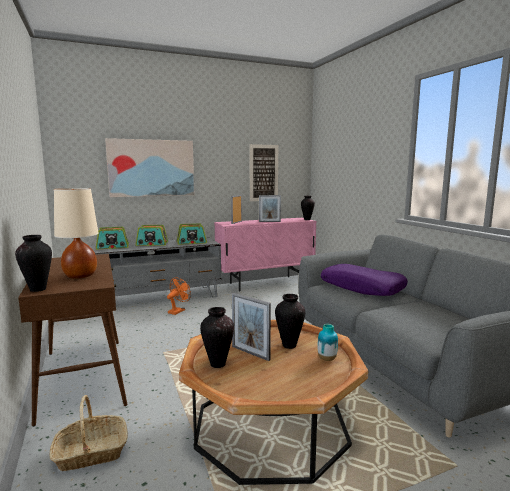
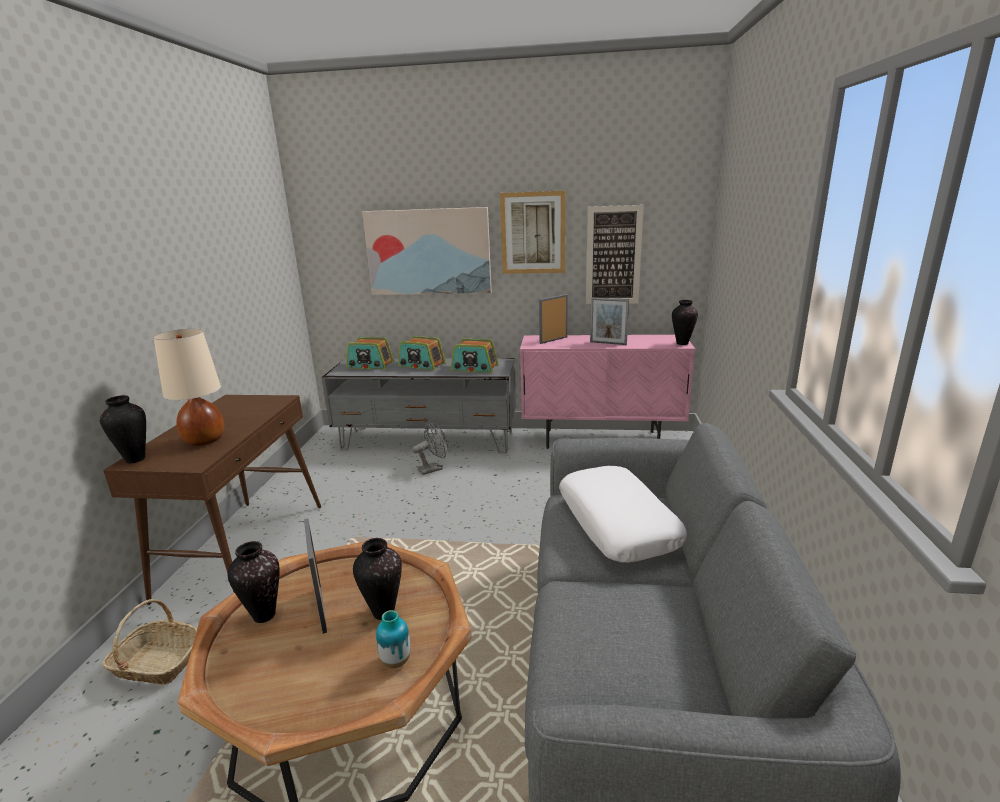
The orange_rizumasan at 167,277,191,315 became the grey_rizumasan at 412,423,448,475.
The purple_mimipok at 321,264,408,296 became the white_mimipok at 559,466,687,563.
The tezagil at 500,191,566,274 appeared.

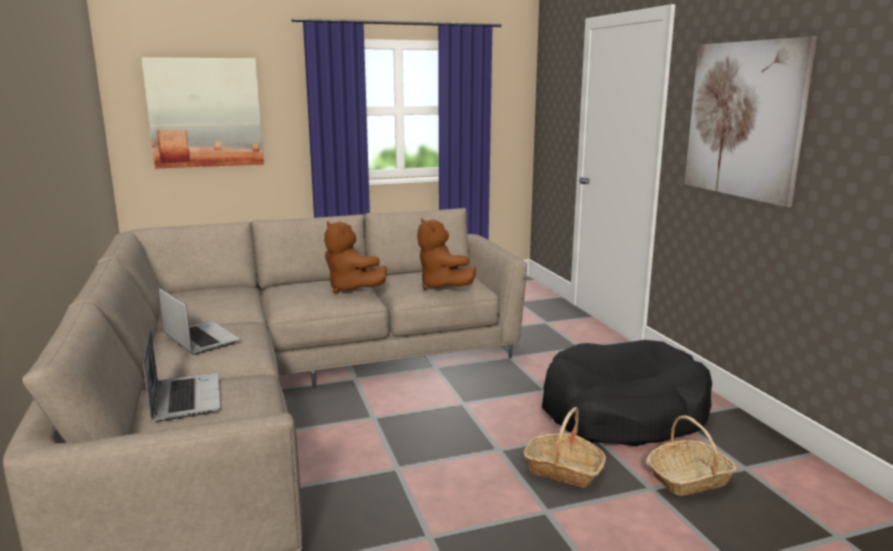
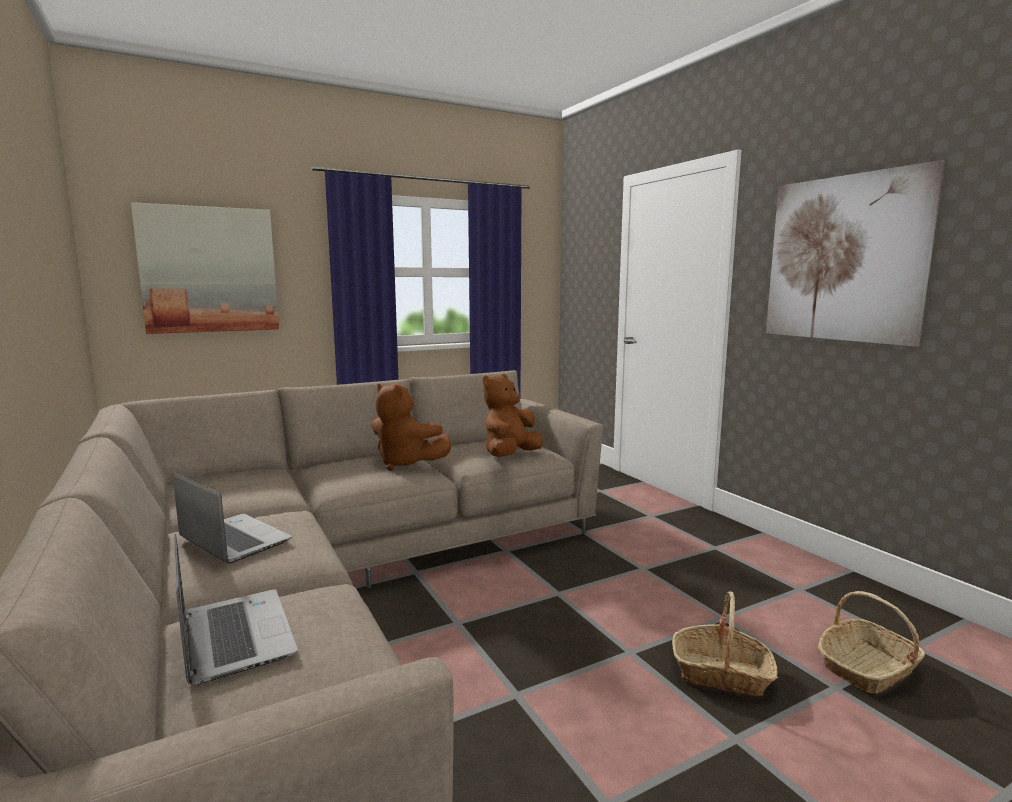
The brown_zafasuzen at 417,218,476,290 turned 75 degrees clockwise.
The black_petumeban at 542,340,712,446 disappeared.

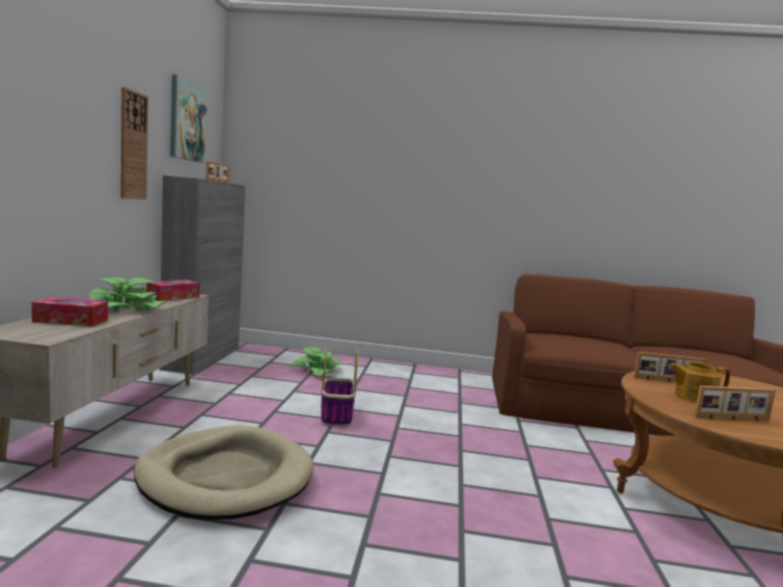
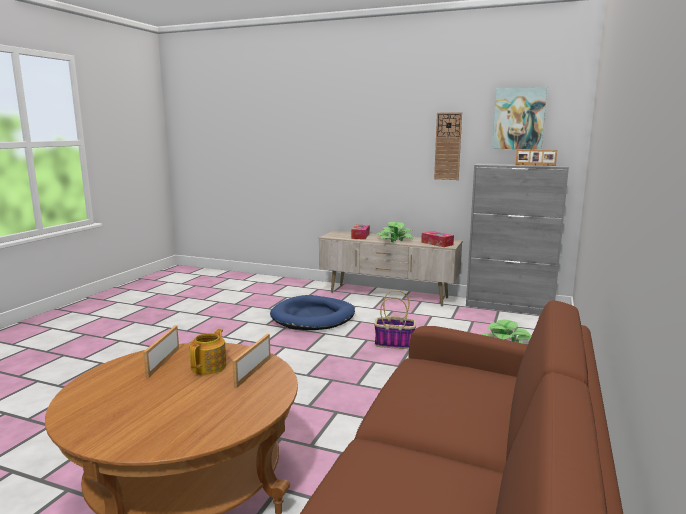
The beige_petumeban at 134,425,314,520 became the blue_petumeban at 270,295,355,330.

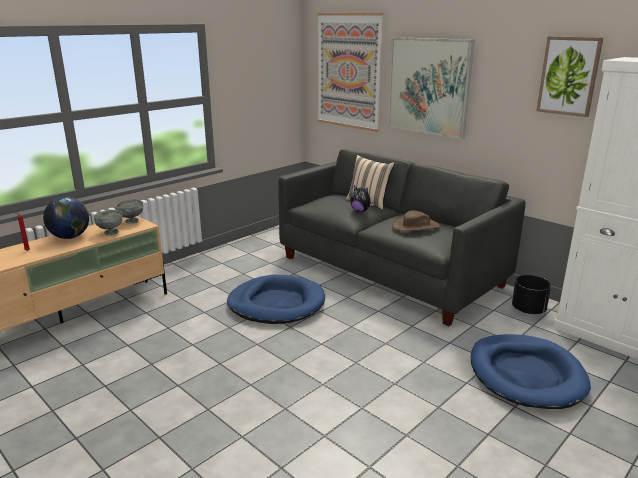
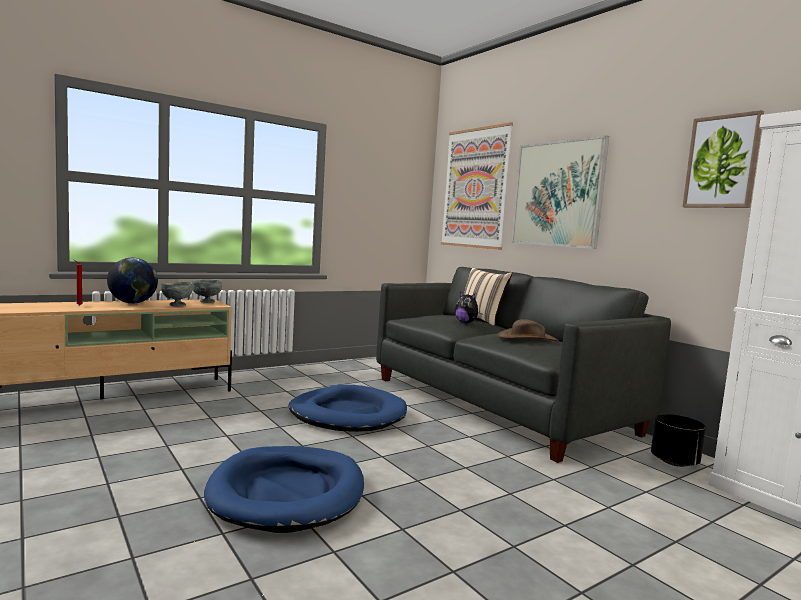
The blue_petumeban moved from 471,334,591,409 to 204,446,364,533.

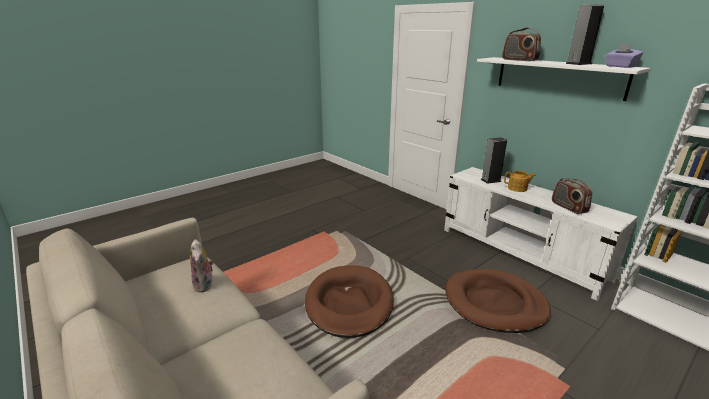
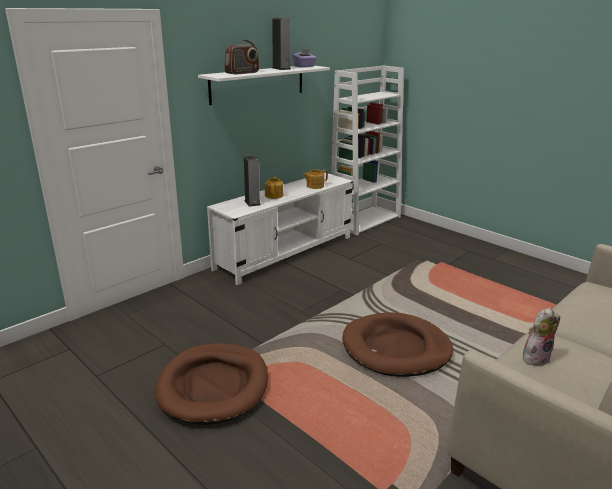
The brown_petumeban moved from 445,269,551,333 to 155,343,268,425.
The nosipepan at 552,178,592,214 was replaced by the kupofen at 302,169,328,189.

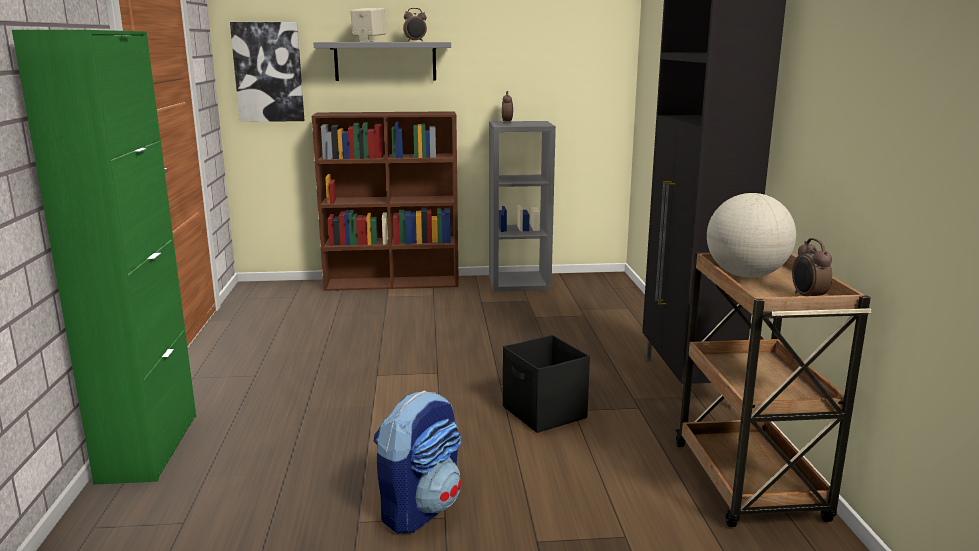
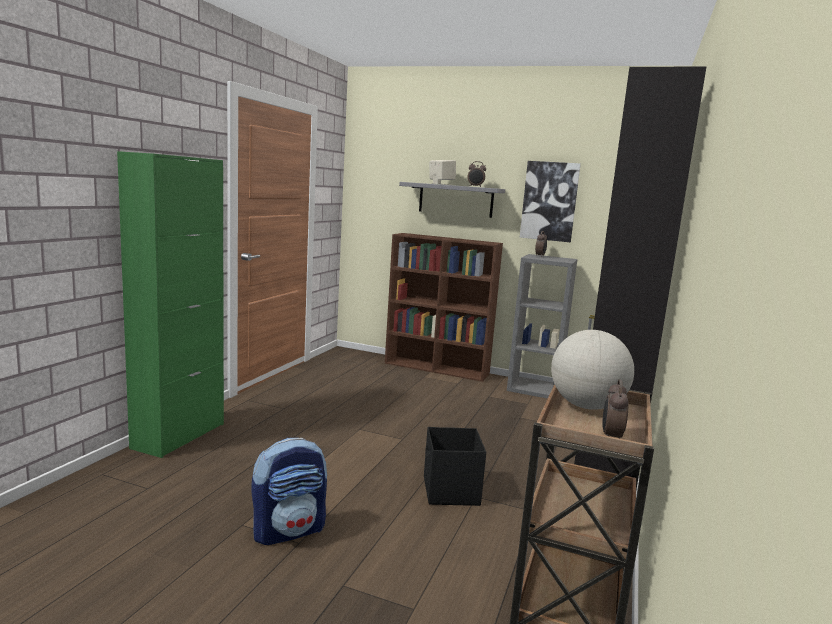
The tezagil moved from 230,22,304,122 to 520,161,581,242.

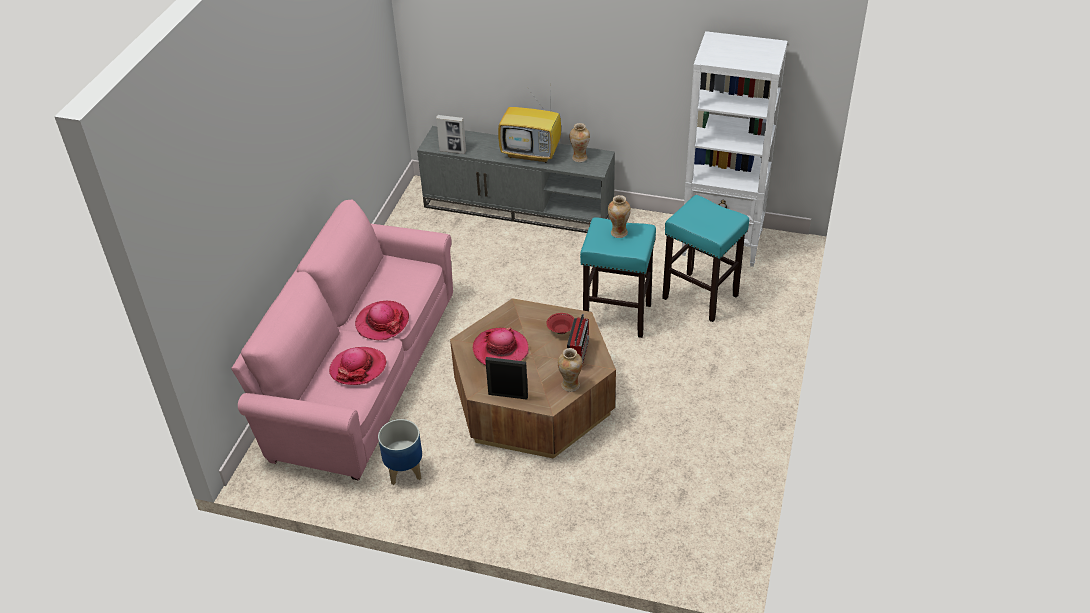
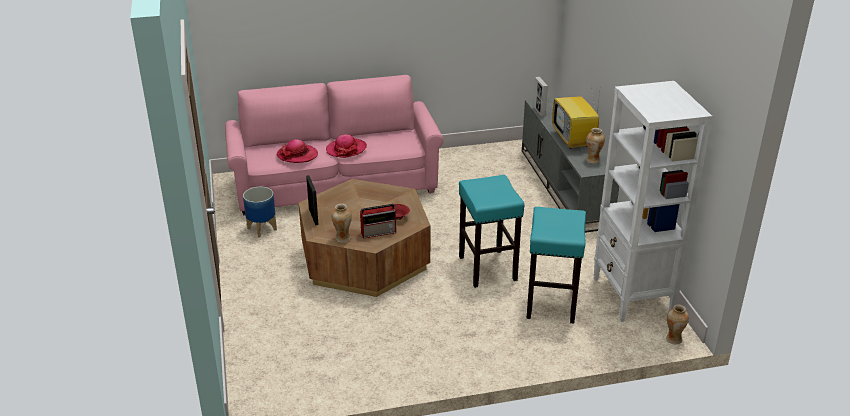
The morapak at 473,327,529,366 disappeared.
The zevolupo moved from 608,195,631,238 to 666,305,689,345.

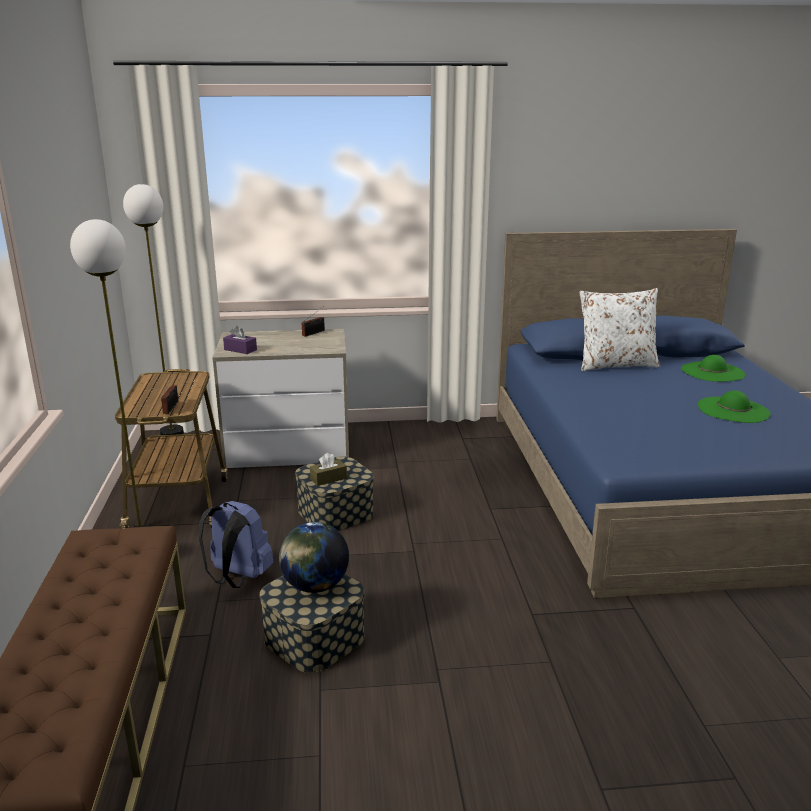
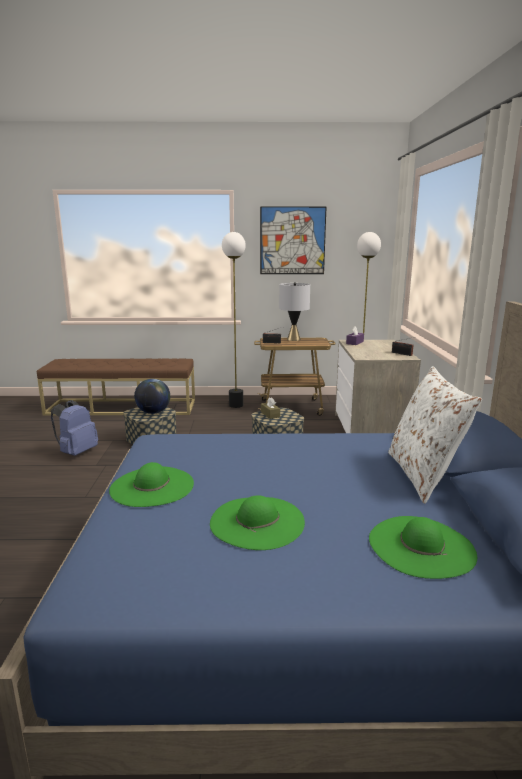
The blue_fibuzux moved from 199,501,274,588 to 51,400,98,456.
The green_morapak at 109,462,194,507 appeared.
The tezagil at 260,206,327,274 appeared.
The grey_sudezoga at 279,282,310,341 appeared.

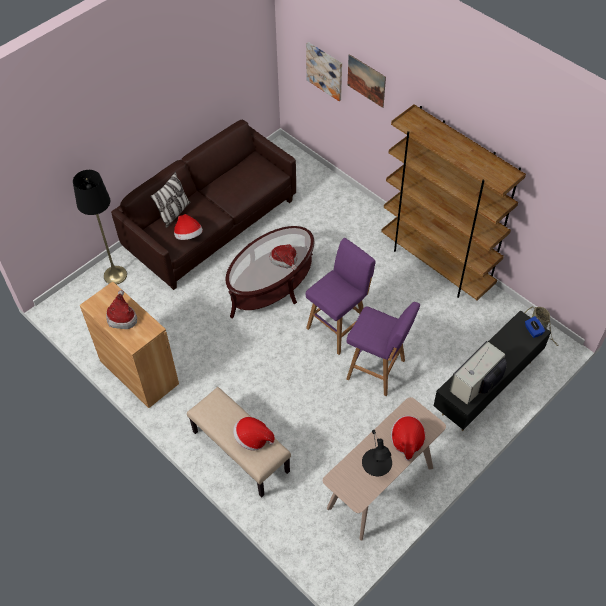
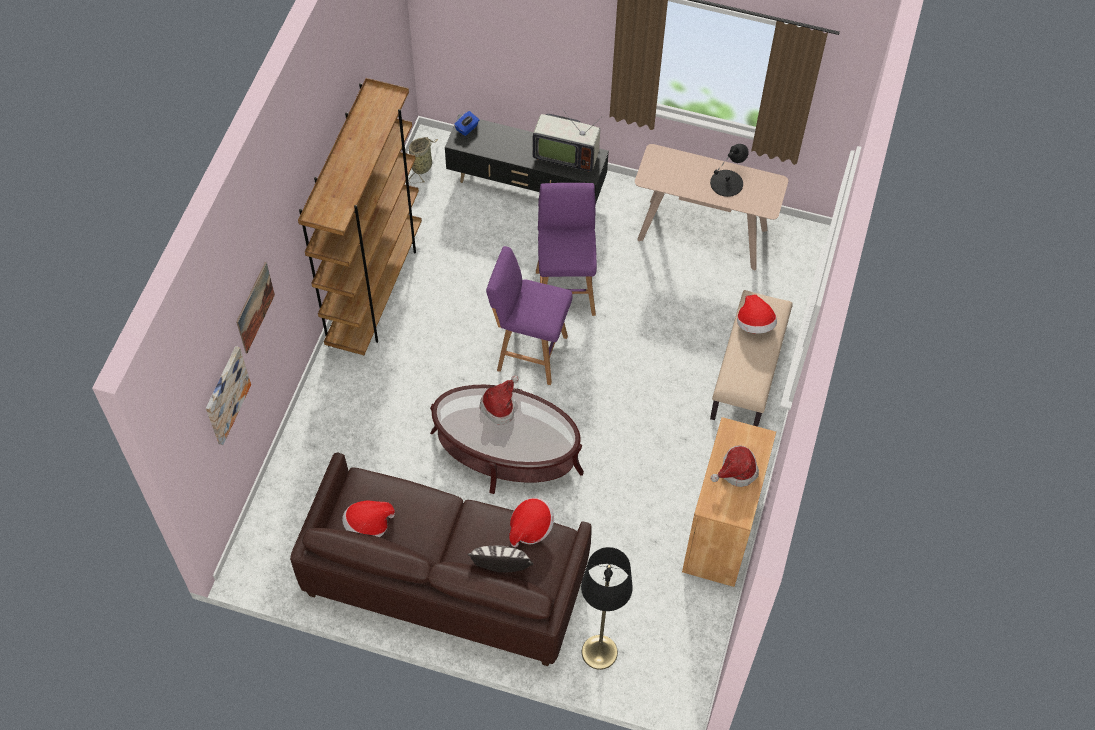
The morapak moved from 391,415,425,461 to 342,501,395,537.

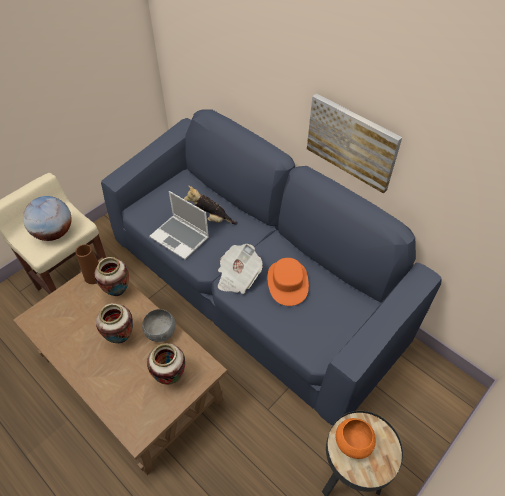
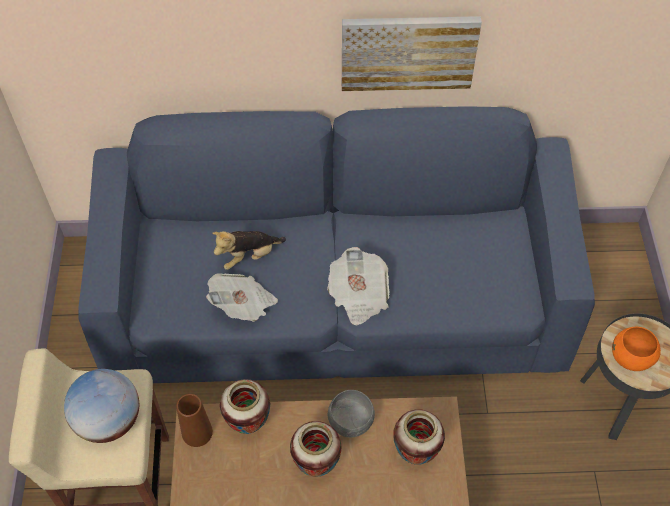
The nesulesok at 149,191,209,260 was replaced by the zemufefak at 206,273,278,322.
The orange_morapak at 267,258,309,306 disappeared.

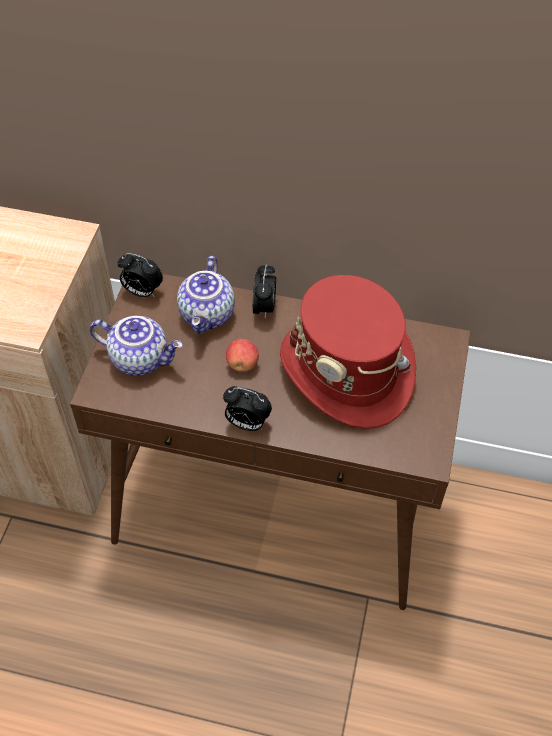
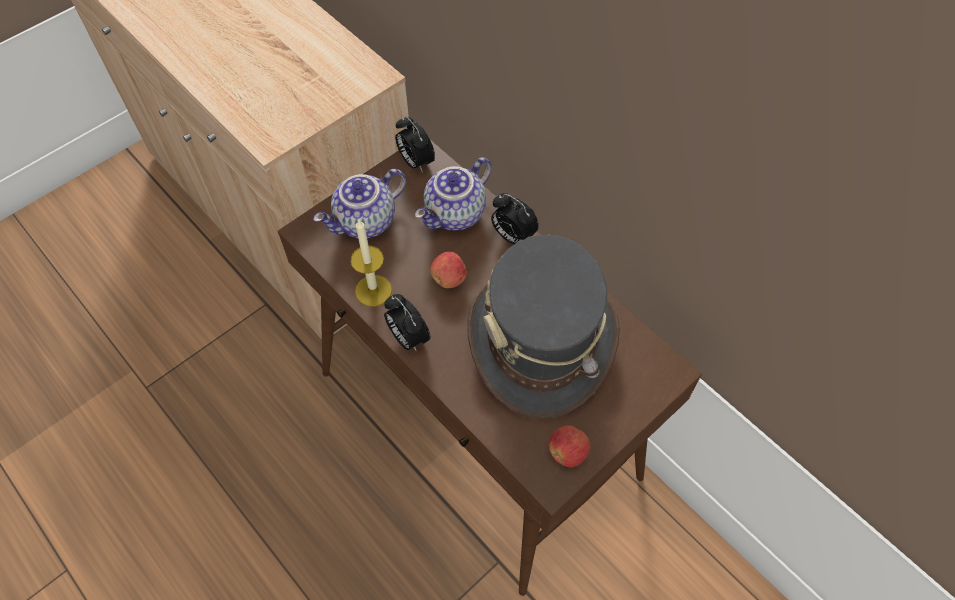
The kupofen at 90,316,183,376 turned 90 degrees clockwise.
The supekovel at 253,265,276,319 turned 90 degrees clockwise.
The red_morapak at 280,275,416,429 became the grey_morapak at 467,235,620,419.
The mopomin at 350,220,392,307 appeared.
The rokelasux at 548,425,590,467 appeared.

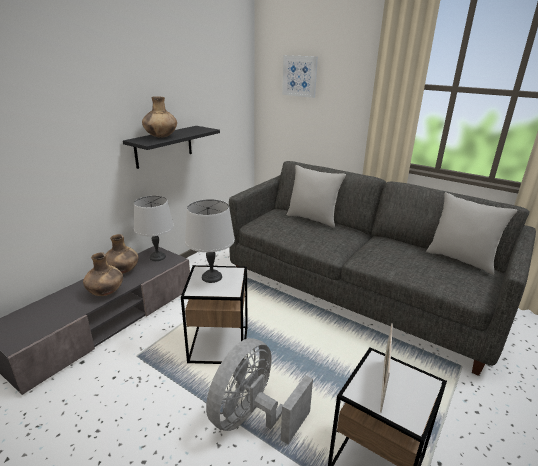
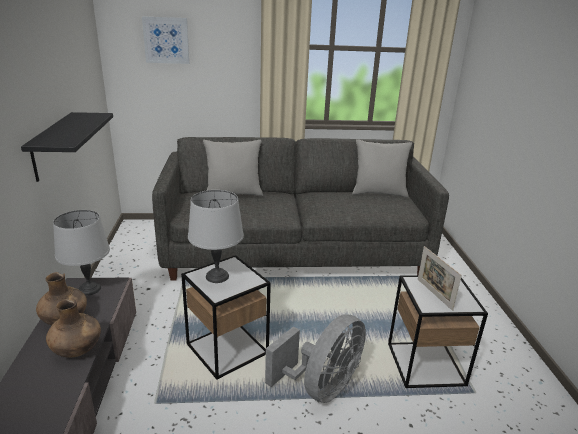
The brown_zevolupo at 142,96,177,137 disappeared.
The grey_rizumasan at 206,338,313,445 turned 135 degrees counterclockwise.

